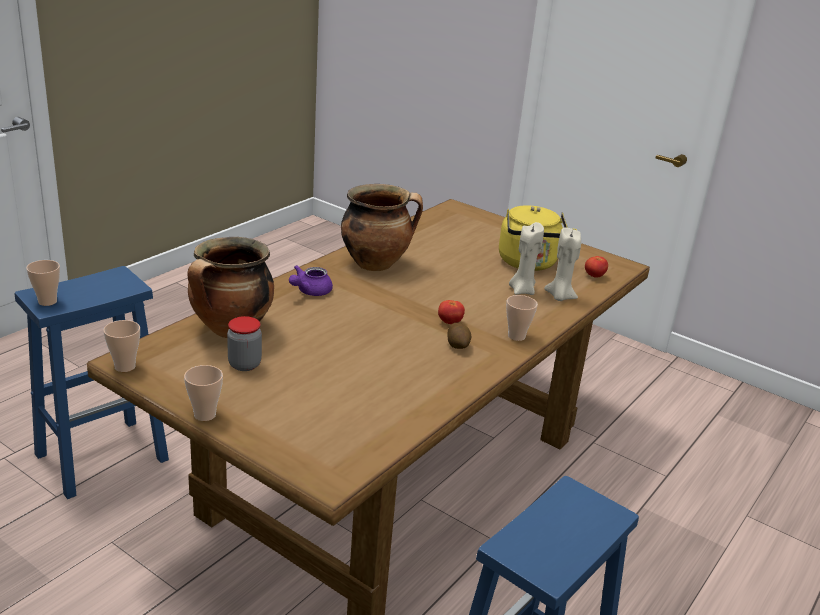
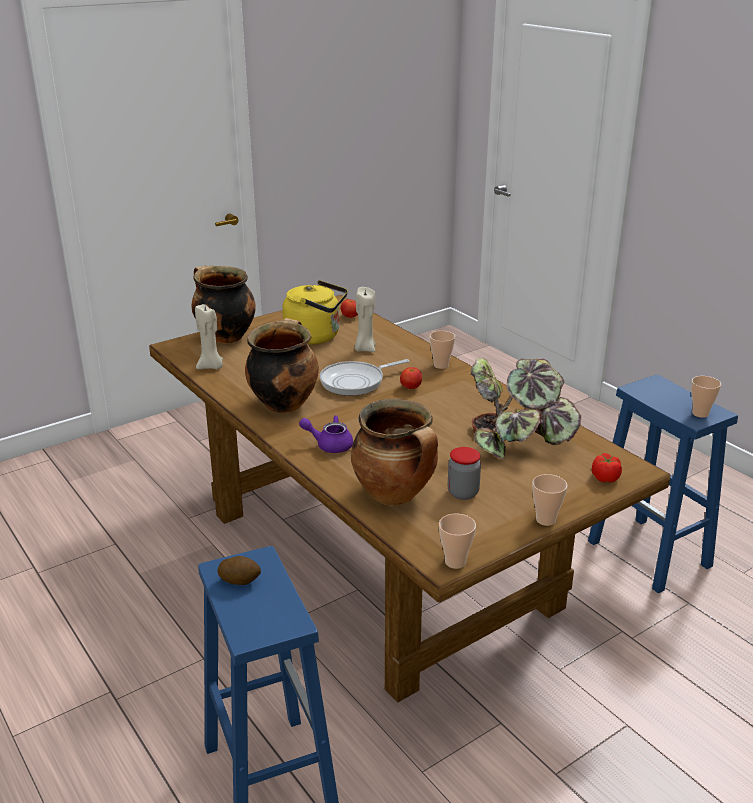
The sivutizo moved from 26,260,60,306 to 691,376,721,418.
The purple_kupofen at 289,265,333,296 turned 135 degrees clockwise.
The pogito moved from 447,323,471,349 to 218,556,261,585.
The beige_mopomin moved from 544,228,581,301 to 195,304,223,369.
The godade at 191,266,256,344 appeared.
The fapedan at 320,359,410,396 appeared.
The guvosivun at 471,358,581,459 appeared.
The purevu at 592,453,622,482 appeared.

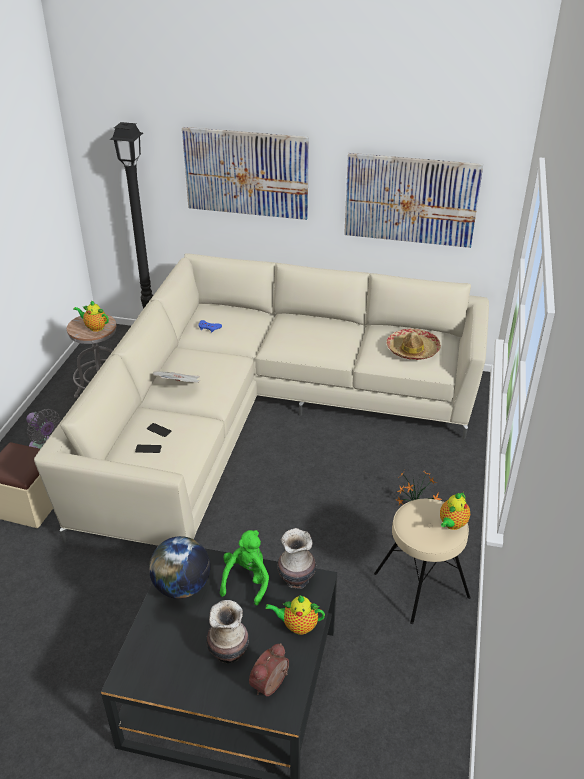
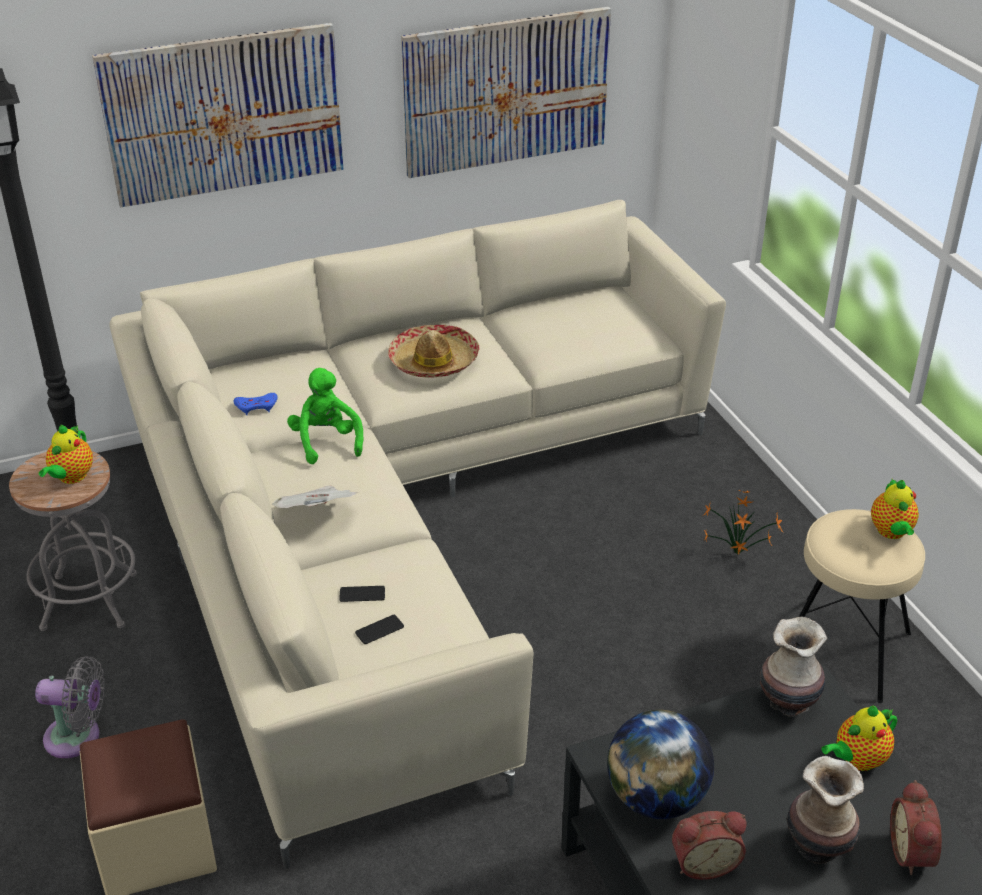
The kupofen at 73,300,109,332 turned 60 degrees counterclockwise.
The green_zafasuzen moved from 220,530,269,606 to 287,368,363,464.
The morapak moved from 387,328,441,360 to 388,325,480,377.
The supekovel at 672,811,746,880 appeared.

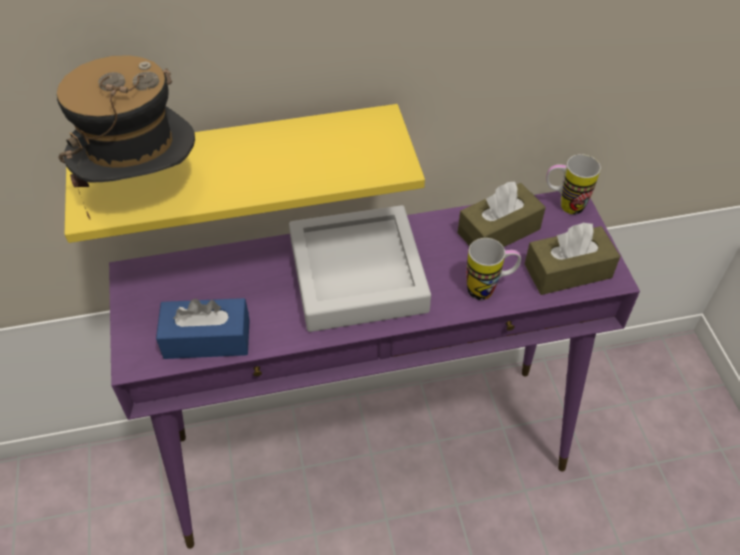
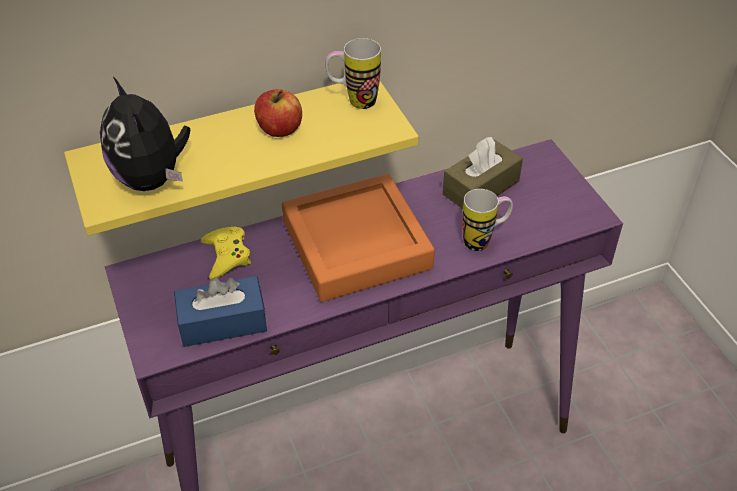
The morapak at 57,55,195,220 was replaced by the zafasuzen at 100,77,190,191.
The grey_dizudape at 289,205,431,332 became the orange_dizudape at 282,174,435,302.
The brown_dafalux at 525,223,620,295 disappeared.
The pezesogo moved from 546,154,601,214 to 325,38,381,109.
The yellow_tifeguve at 201,227,251,279 appeared.
The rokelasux at 254,89,302,137 appeared.

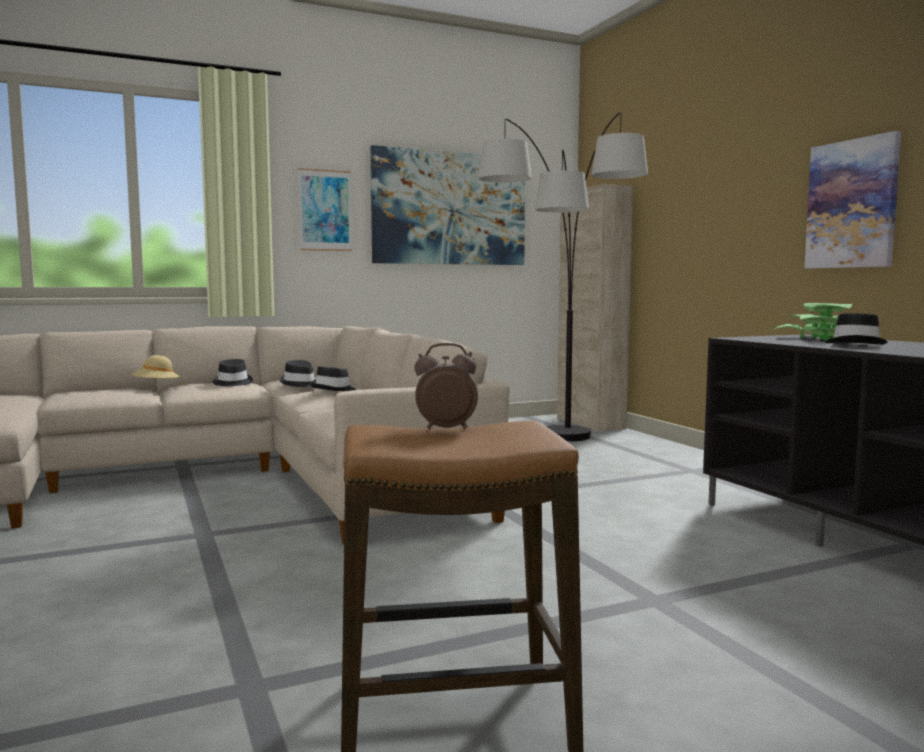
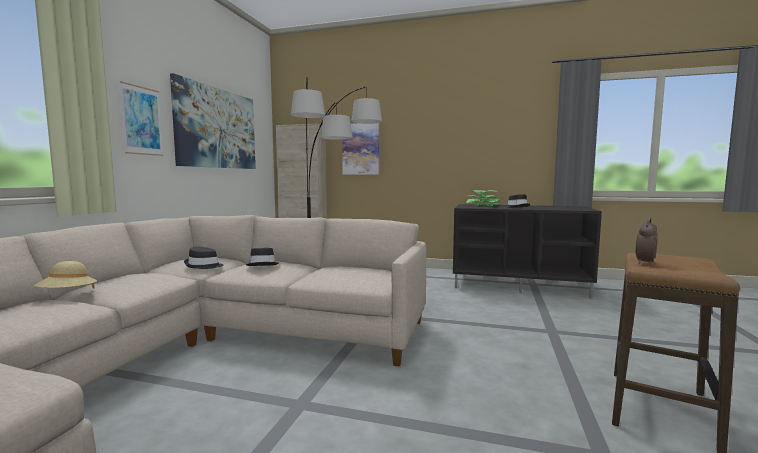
The black_morapak at 213,359,253,386 disappeared.
The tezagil moved from 804,131,901,269 to 342,123,379,175.

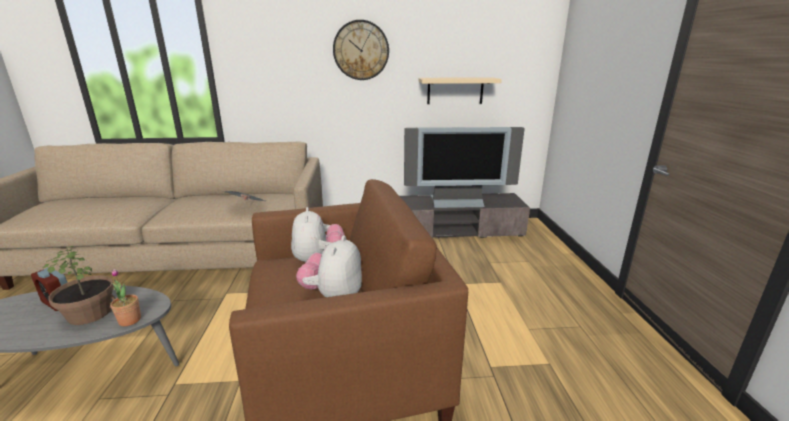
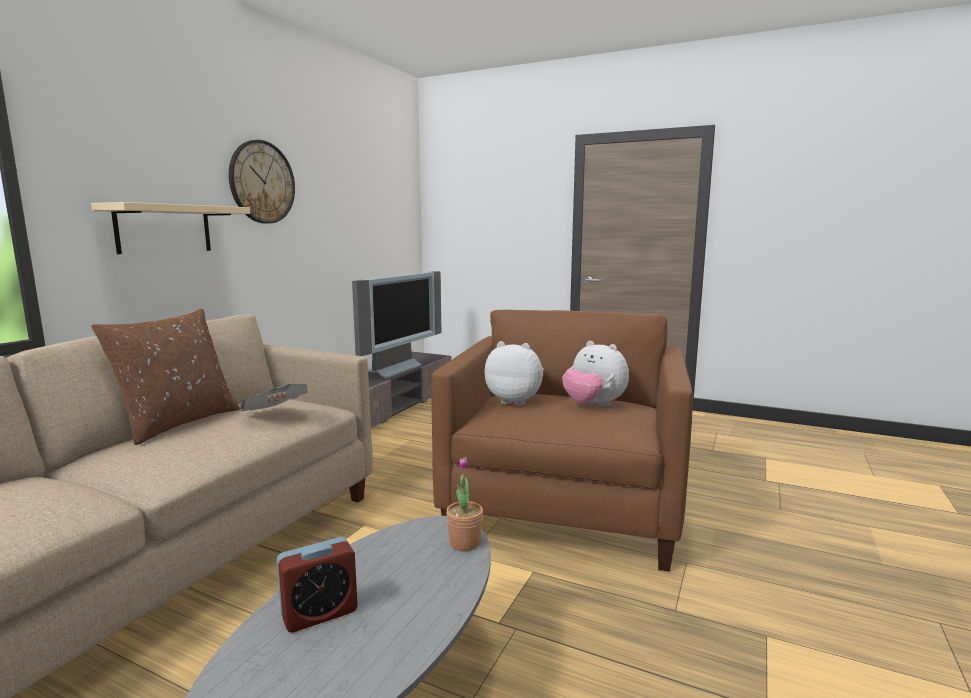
The guvosivun at 43,246,116,325 disappeared.
The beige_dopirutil moved from 418,77,502,104 to 91,202,250,254.
The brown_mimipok at 91,308,240,445 appeared.

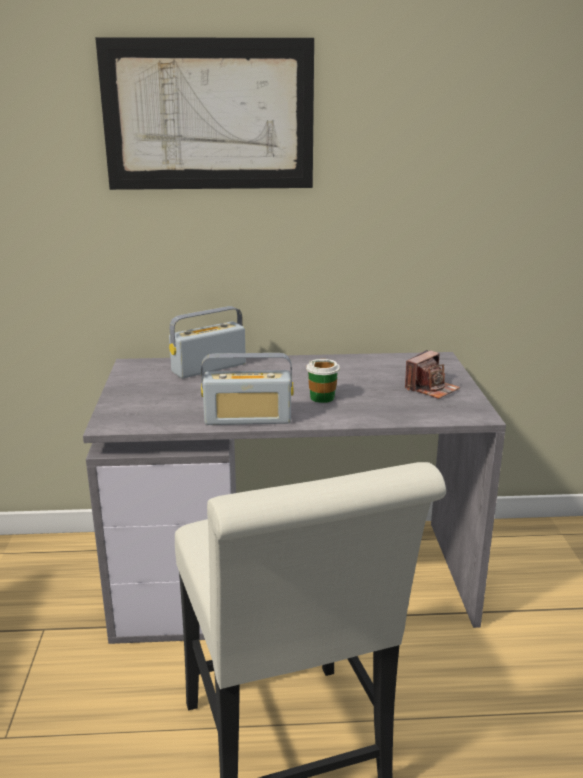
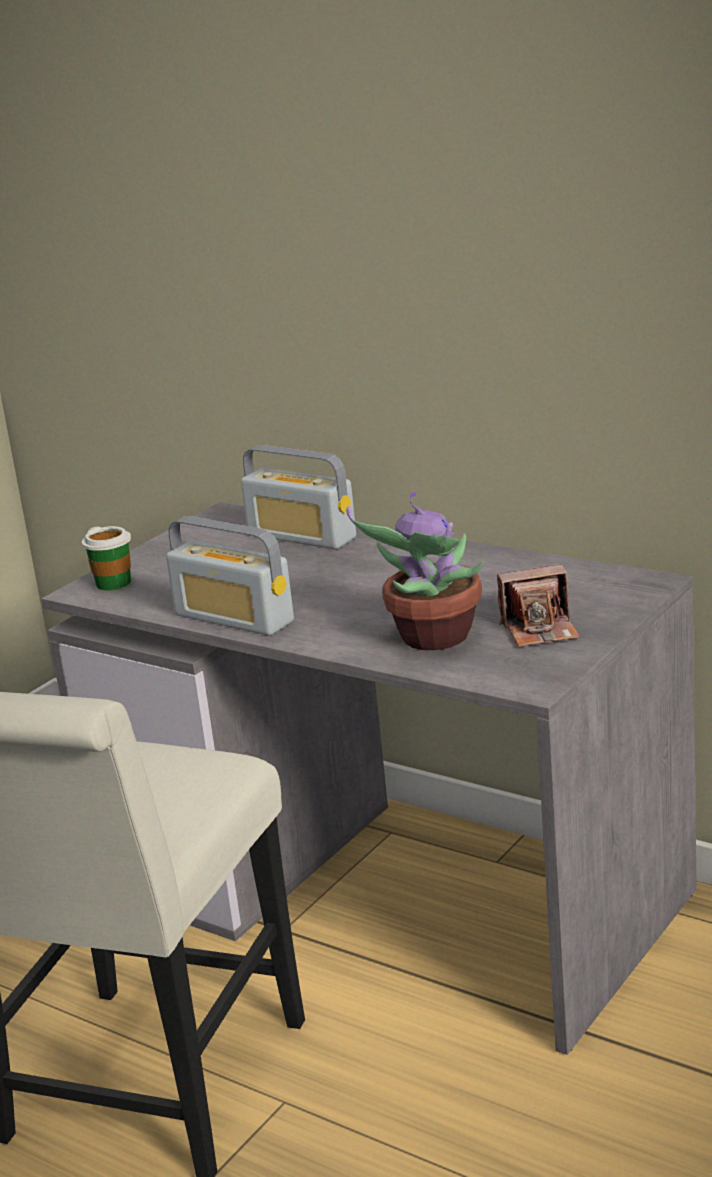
The tezagil at 95,37,314,190 disappeared.
The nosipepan at 169,306,246,379 turned 150 degrees counterclockwise.
The sivutizo moved from 306,359,340,403 to 82,526,131,591.
The guvosivun at 346,492,484,650 appeared.

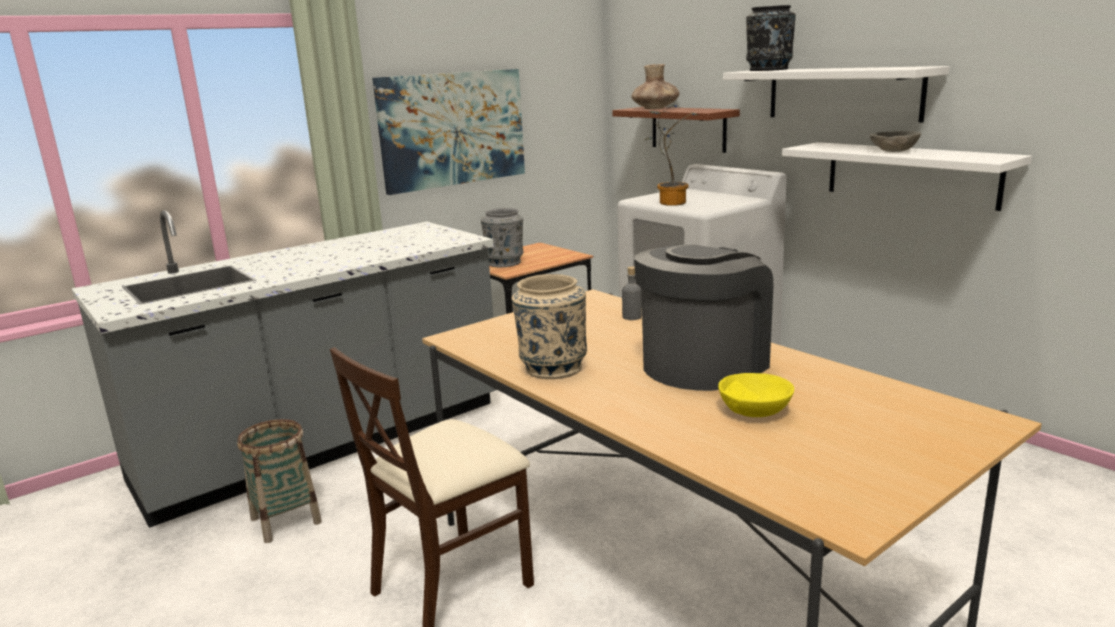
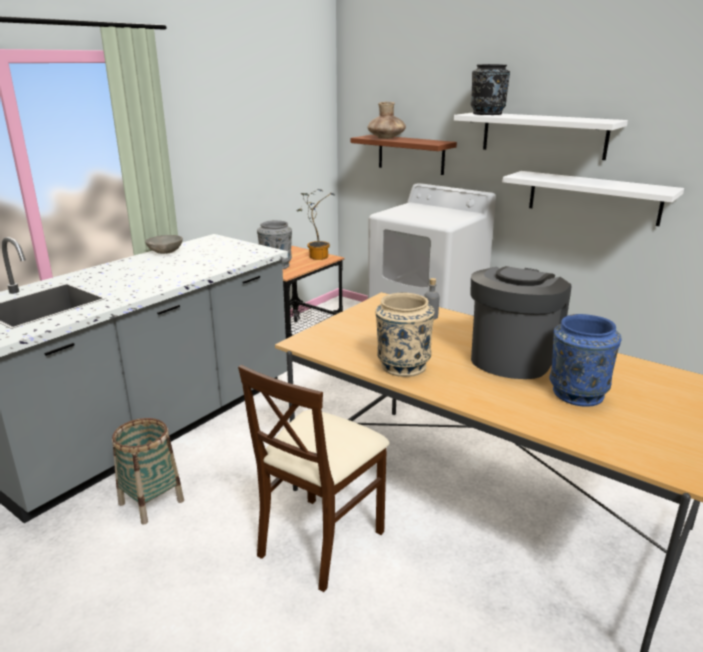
The tezagil at 372,69,525,195 disappeared.
The guvosivun moved from 645,105,699,206 to 297,189,336,260.
The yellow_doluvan at 718,373,794,417 was replaced by the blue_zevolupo at 550,314,621,407.
The grey_doluvan moved from 870,131,921,152 to 145,235,183,254.

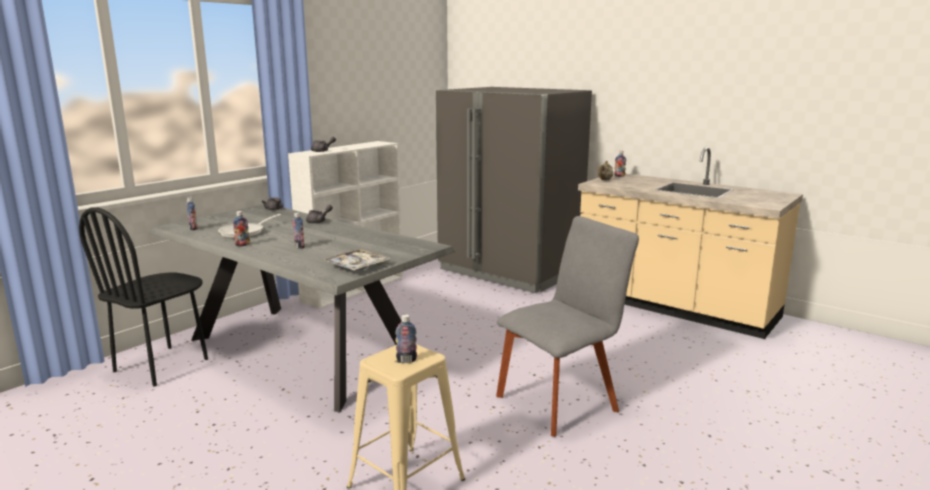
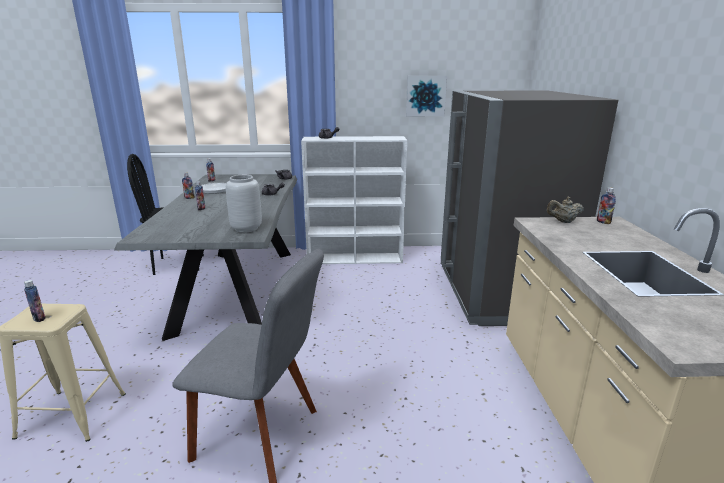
The dizudape at 322,249,390,270 disappeared.
The grey_zevolupo at 226,175,262,233 appeared.
The tezagil at 406,76,447,116 appeared.

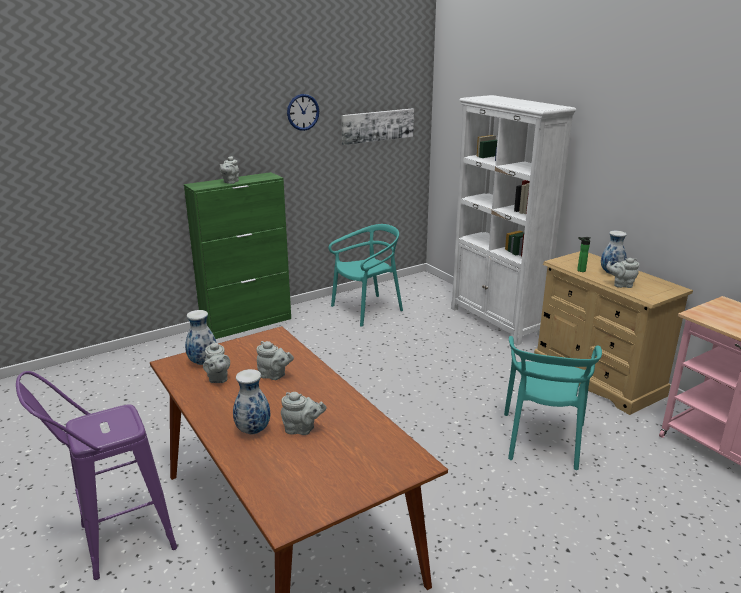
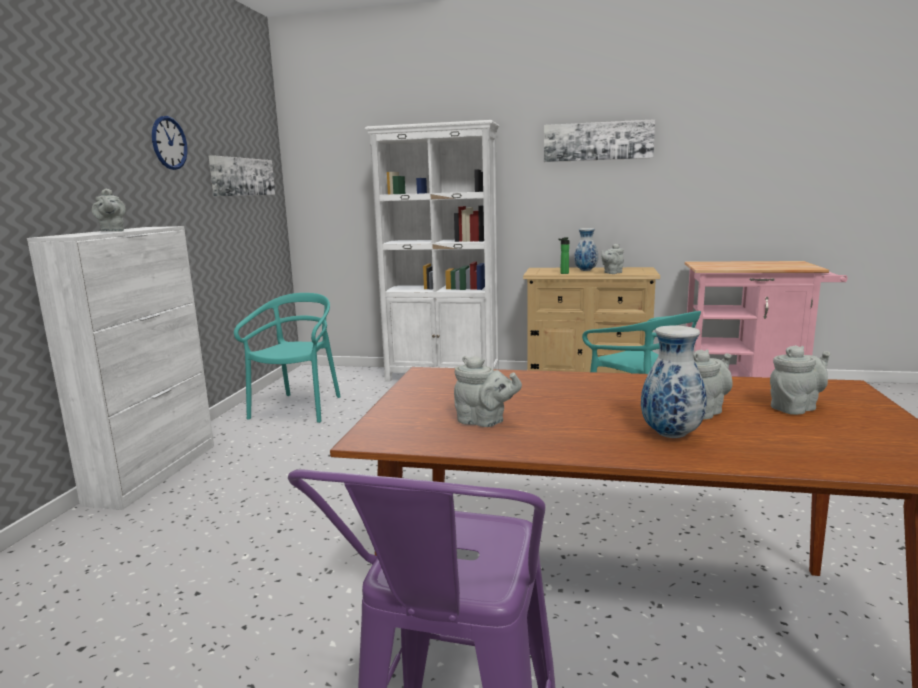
The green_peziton at 184,172,291,339 became the white_peziton at 27,226,214,510.
The zevolupo at 185,310,217,365 disappeared.
The grey_kupofen moved from 256,341,294,380 to 770,345,830,415.
The tezagil at 544,119,655,162 appeared.

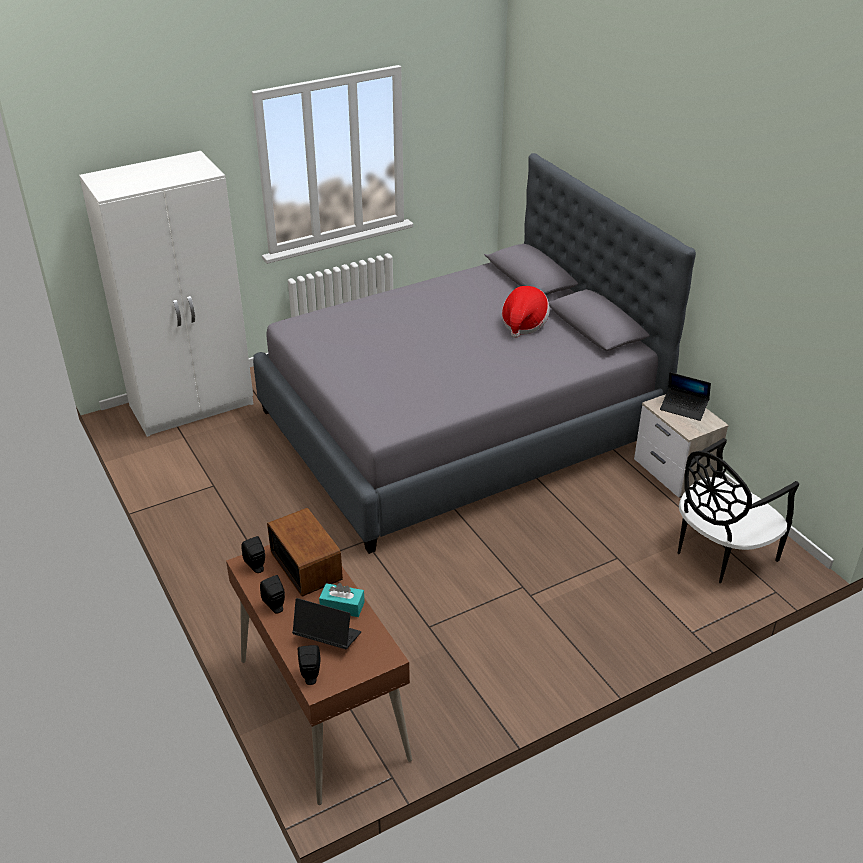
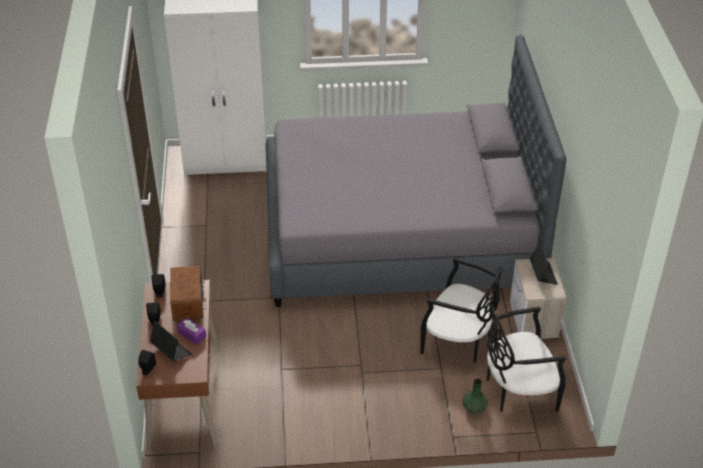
The turquoise_dafalux at 319,583,365,617 became the purple_dafalux at 177,318,206,345.
The morapak at 502,286,550,338 disappeared.
The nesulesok at 660,372,711,421 turned 150 degrees counterclockwise.
The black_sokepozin at 420,257,503,363 appeared.
The green_zevolupo at 463,379,488,414 appeared.

